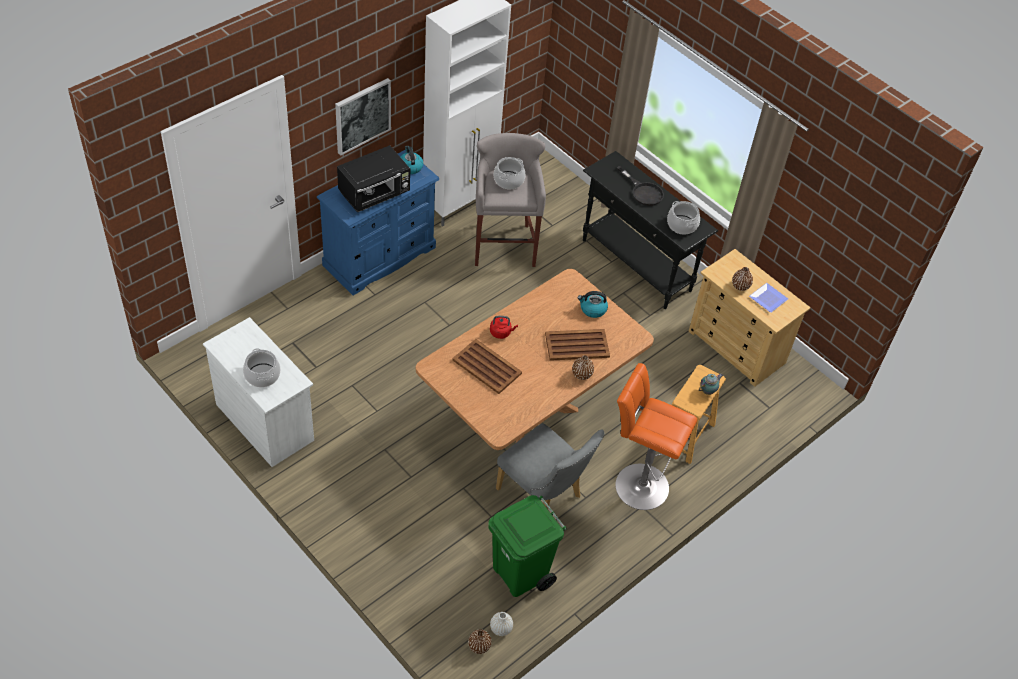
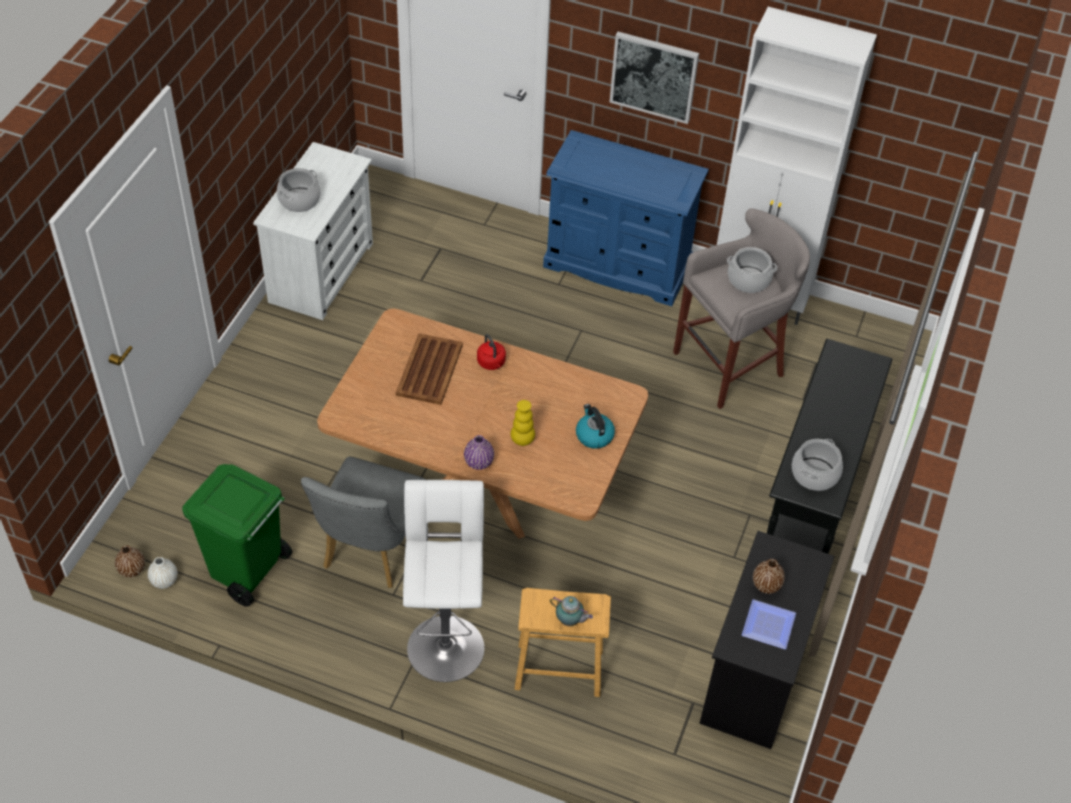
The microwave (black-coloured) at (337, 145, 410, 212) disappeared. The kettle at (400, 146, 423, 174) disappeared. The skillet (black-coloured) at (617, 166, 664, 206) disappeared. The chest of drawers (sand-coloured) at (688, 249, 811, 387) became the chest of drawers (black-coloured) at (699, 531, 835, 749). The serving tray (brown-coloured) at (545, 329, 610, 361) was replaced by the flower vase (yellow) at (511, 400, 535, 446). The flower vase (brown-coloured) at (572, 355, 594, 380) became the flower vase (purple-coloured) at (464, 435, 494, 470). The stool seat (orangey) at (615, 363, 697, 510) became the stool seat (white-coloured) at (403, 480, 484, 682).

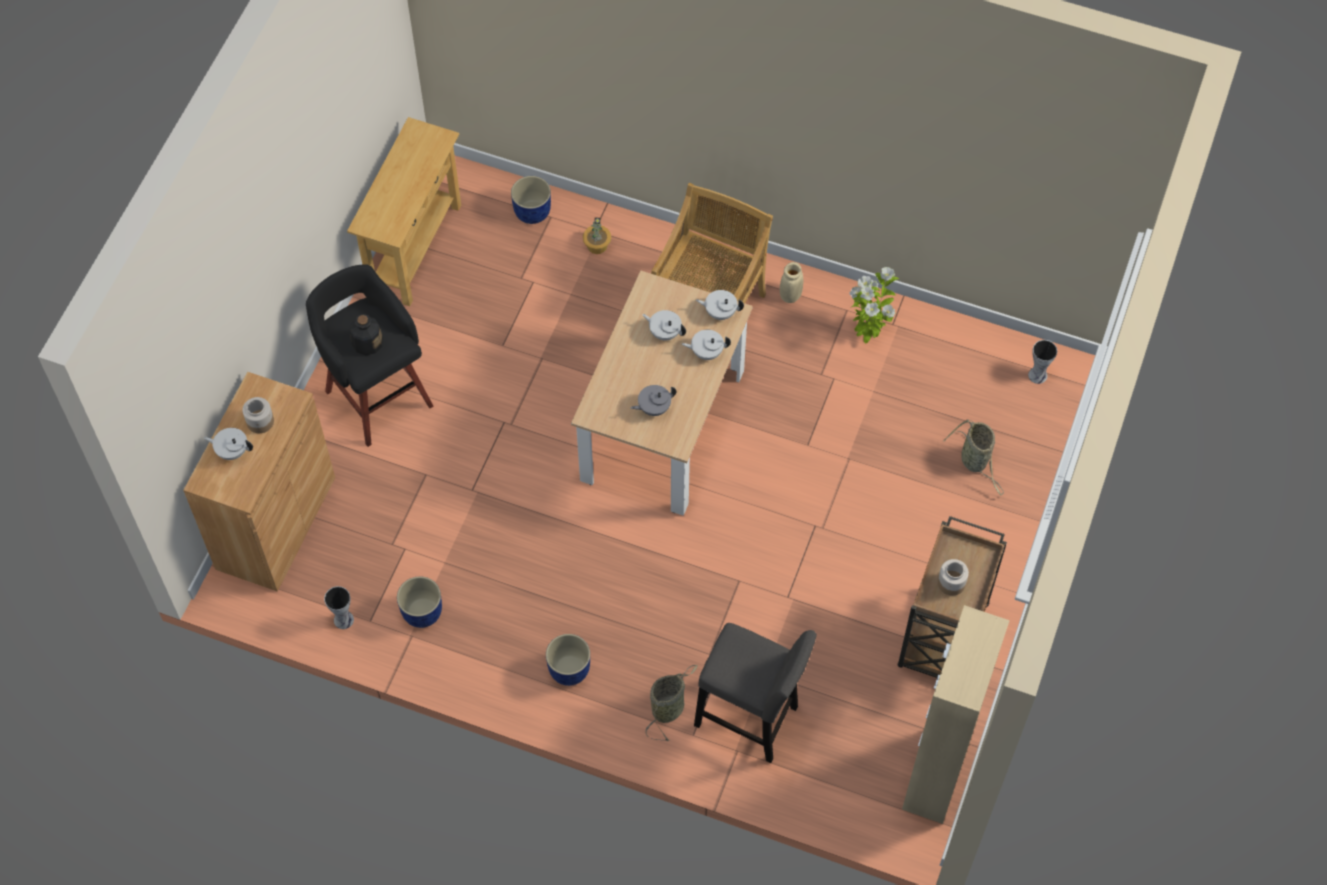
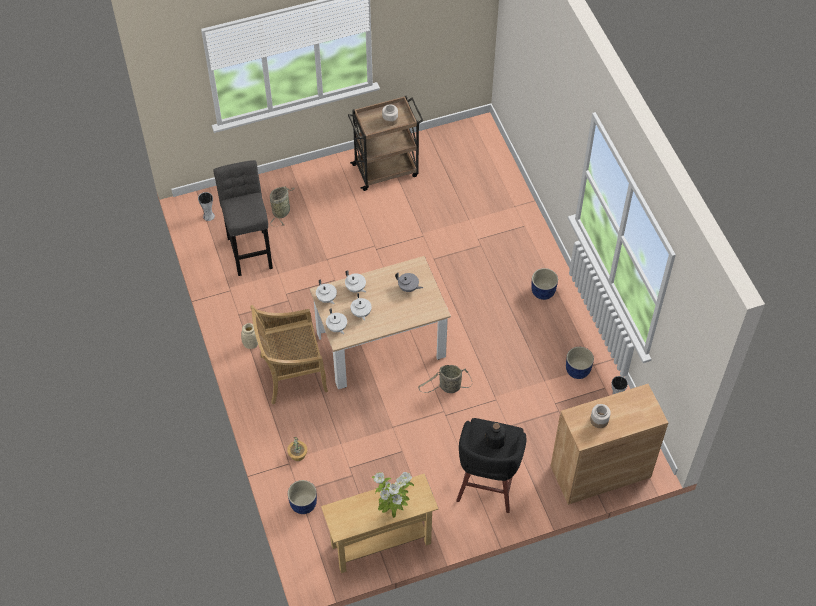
The plant in a pot moved from (849, 267, 899, 344) to (372, 472, 414, 518). The pot for tea (white-coloured) moved from (204, 428, 253, 460) to (326, 308, 347, 334). The cupboard (sand-coloured) at (902, 605, 1010, 824) disappeared. The stool seat (gray) moved from (694, 623, 817, 763) to (213, 160, 273, 276). The basket moved from (645, 665, 698, 741) to (418, 365, 472, 393).

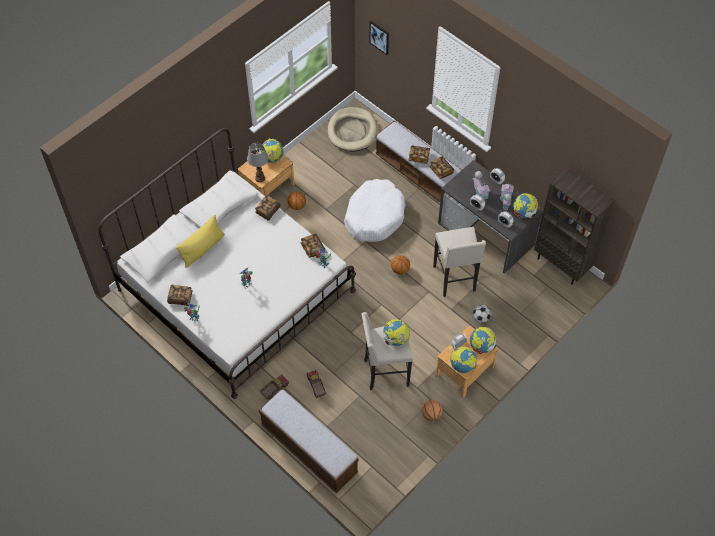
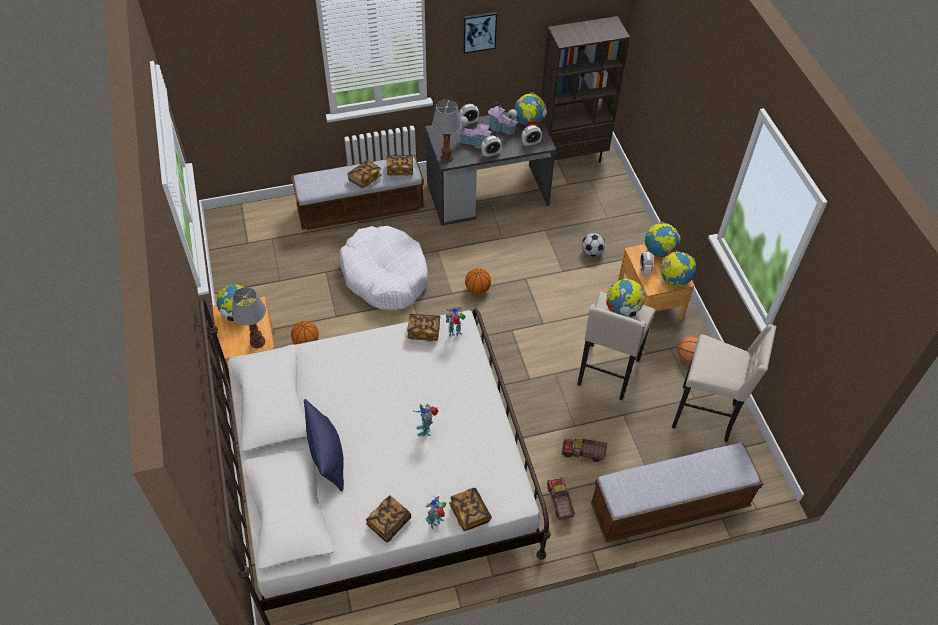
The picture moved from (369, 21, 389, 55) to (463, 12, 497, 53). The pet bed (sand-coloured) at (327, 107, 378, 152) disappeared. The book moved from (255, 195, 280, 221) to (449, 488, 492, 531). The throw pillow (yellow) at (176, 215, 225, 268) became the throw pillow (bluish) at (304, 399, 344, 492). The stool seat (sand-coloured) moved from (433, 227, 486, 297) to (672, 324, 776, 442). The tabletop lamp at (432, 100, 462, 163) appeared.

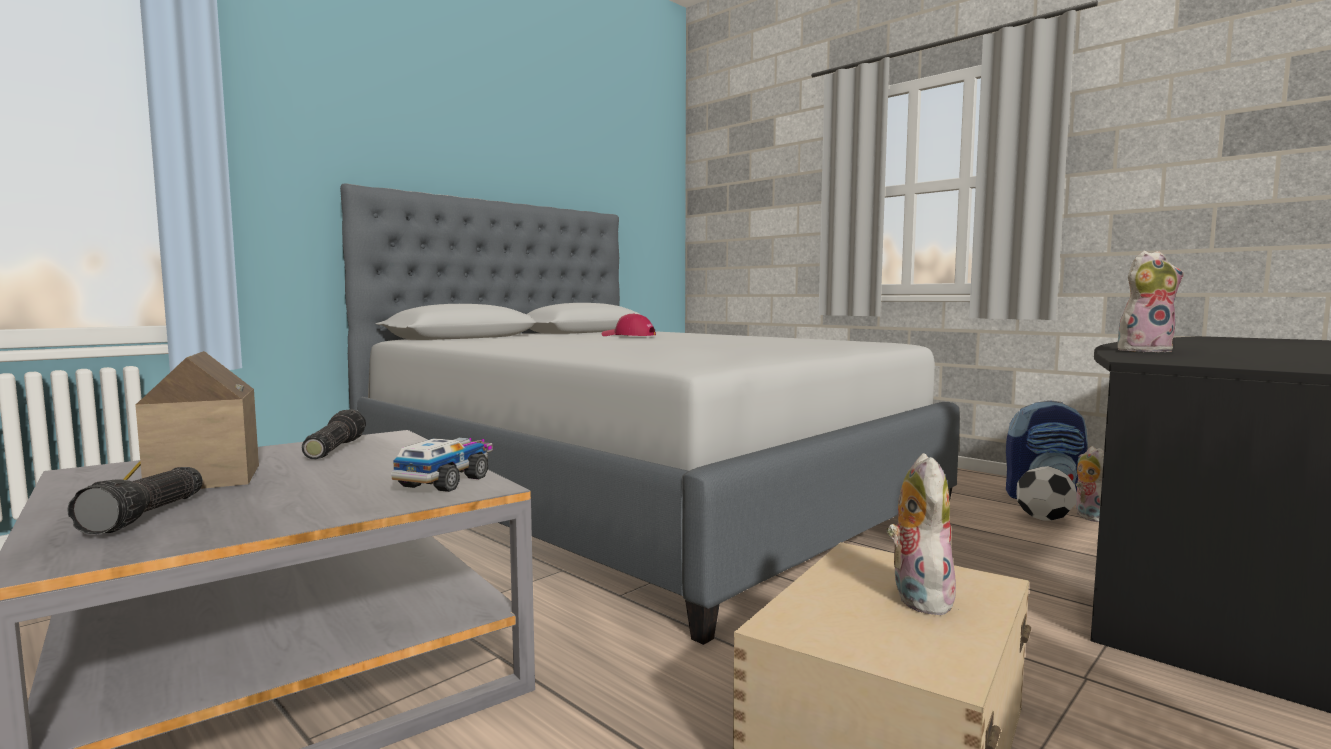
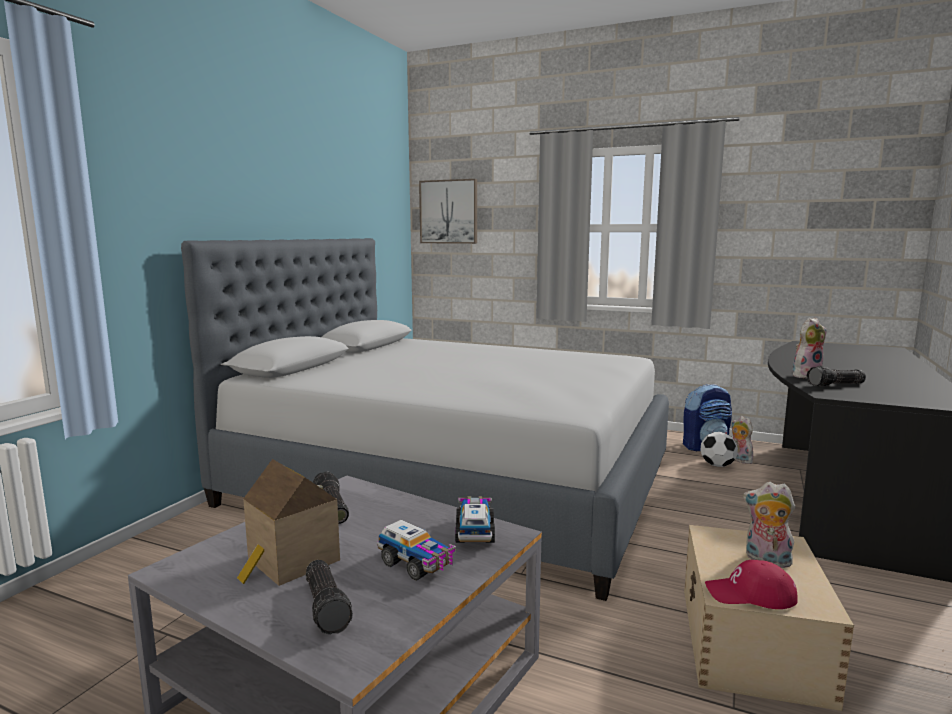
The peaked cap (reddish) moved from (602, 313, 656, 336) to (705, 560, 798, 609). The soft toy at (886, 453, 957, 615) turned 45 degrees counterclockwise. The picture at (419, 179, 477, 244) appeared. The torch at (807, 366, 866, 387) appeared. The model truck at (377, 520, 456, 581) appeared.

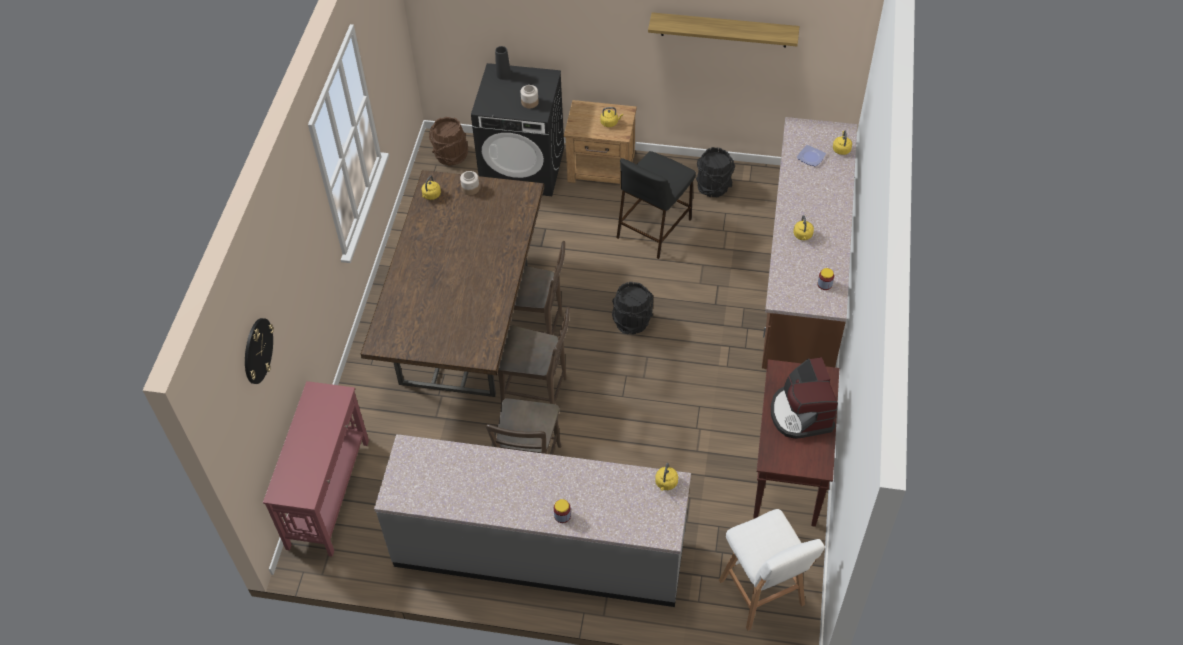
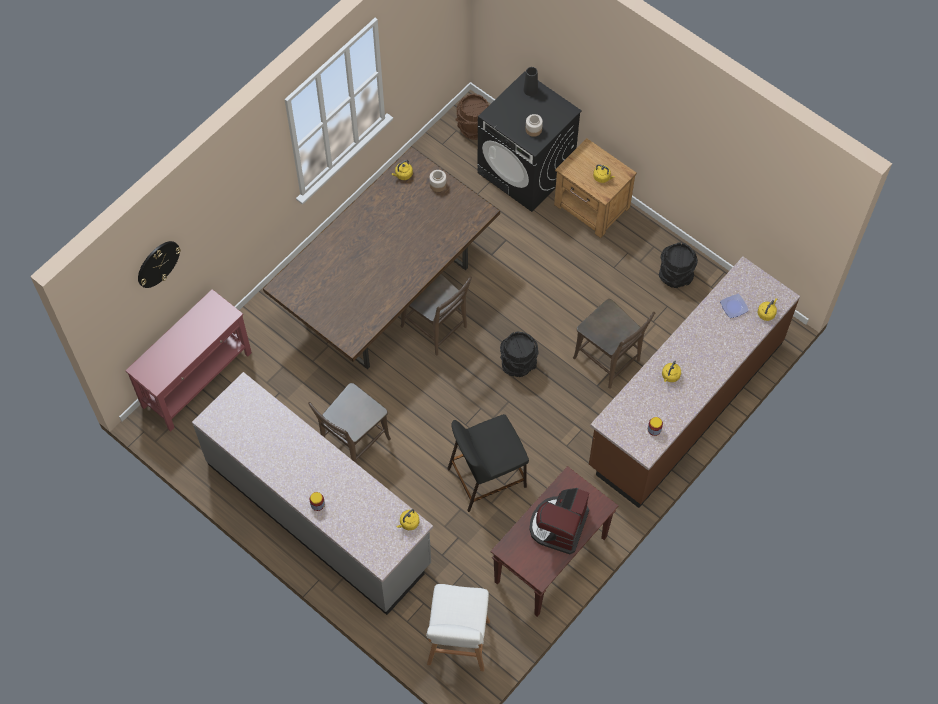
The bracket shelf at (648, 12, 800, 47) disappeared. The stool seat (black-coloured) moved from (617, 151, 696, 259) to (447, 414, 529, 512). The chair (brown-coloured) moved from (498, 307, 570, 409) to (573, 299, 655, 389).

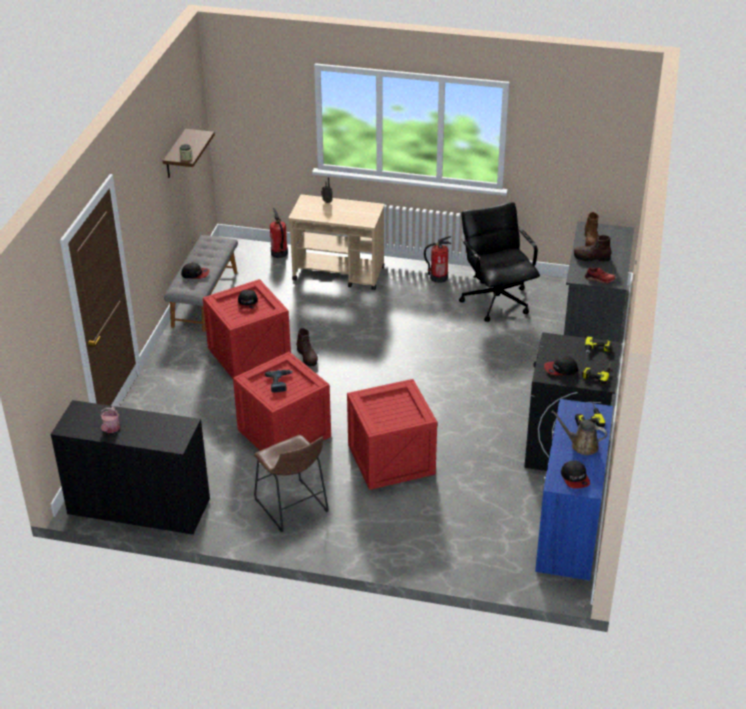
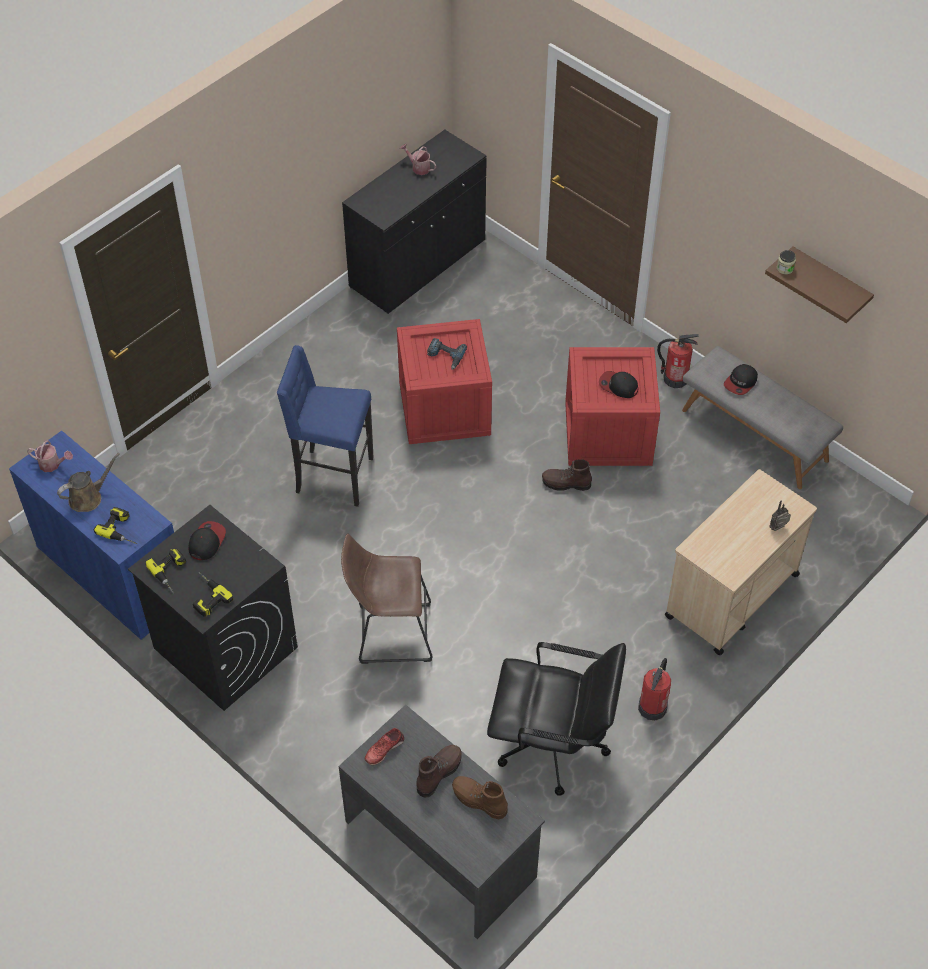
The fire extinguisher moved from (270, 208, 288, 258) to (657, 334, 699, 388). The packing crate at (347, 379, 437, 490) was replaced by the stool seat (bluish) at (277, 345, 374, 507). The stool seat (brown-coloured) moved from (254, 435, 329, 532) to (341, 533, 433, 664). The peaked cap at (561, 461, 590, 488) was replaced by the sprinkling can at (27, 440, 73, 472).

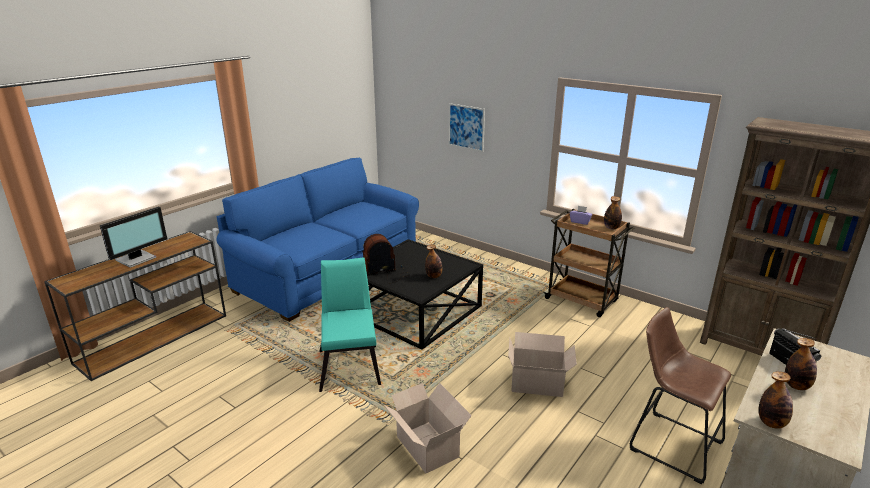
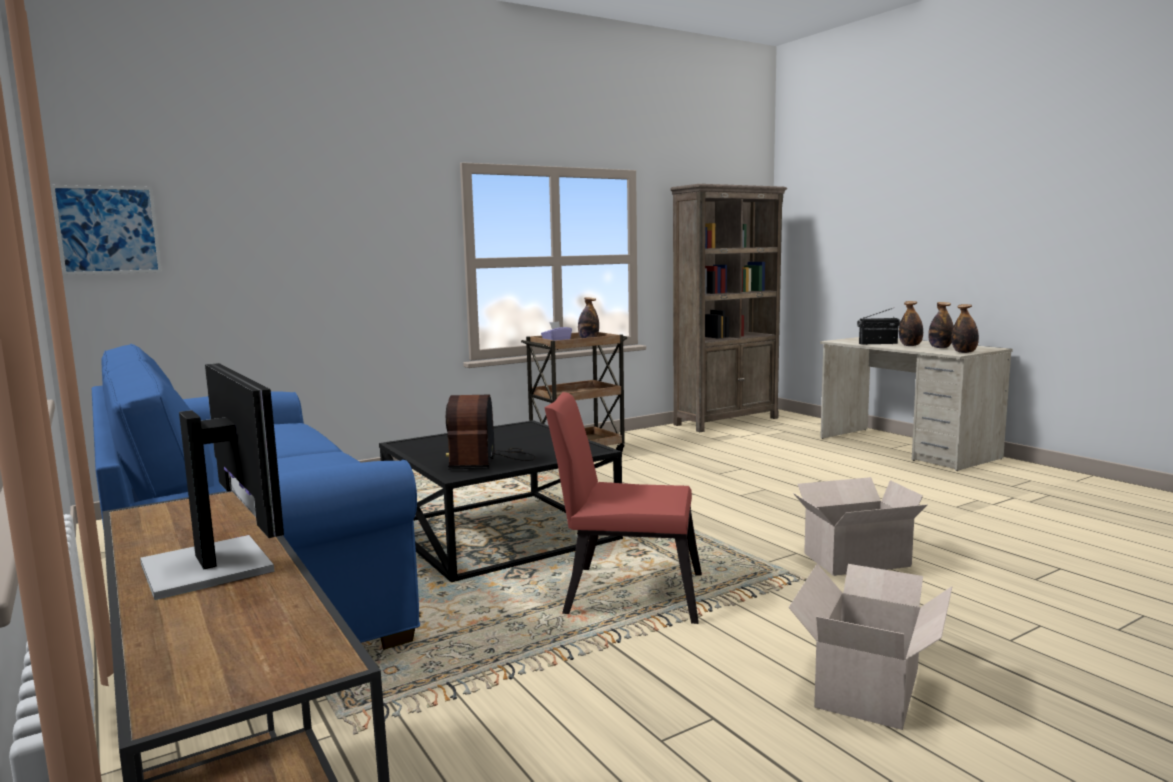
The picture moved from (449, 103, 485, 152) to (51, 185, 162, 275). The beverage bottle moved from (425, 244, 442, 278) to (928, 302, 954, 348). The chair (blue-green) at (319, 257, 381, 392) became the chair (reddish) at (544, 392, 702, 624). The stool seat (brown-coloured) at (630, 307, 731, 484) disappeared. The cardboard box moved from (508, 332, 577, 397) to (788, 564, 952, 730).

